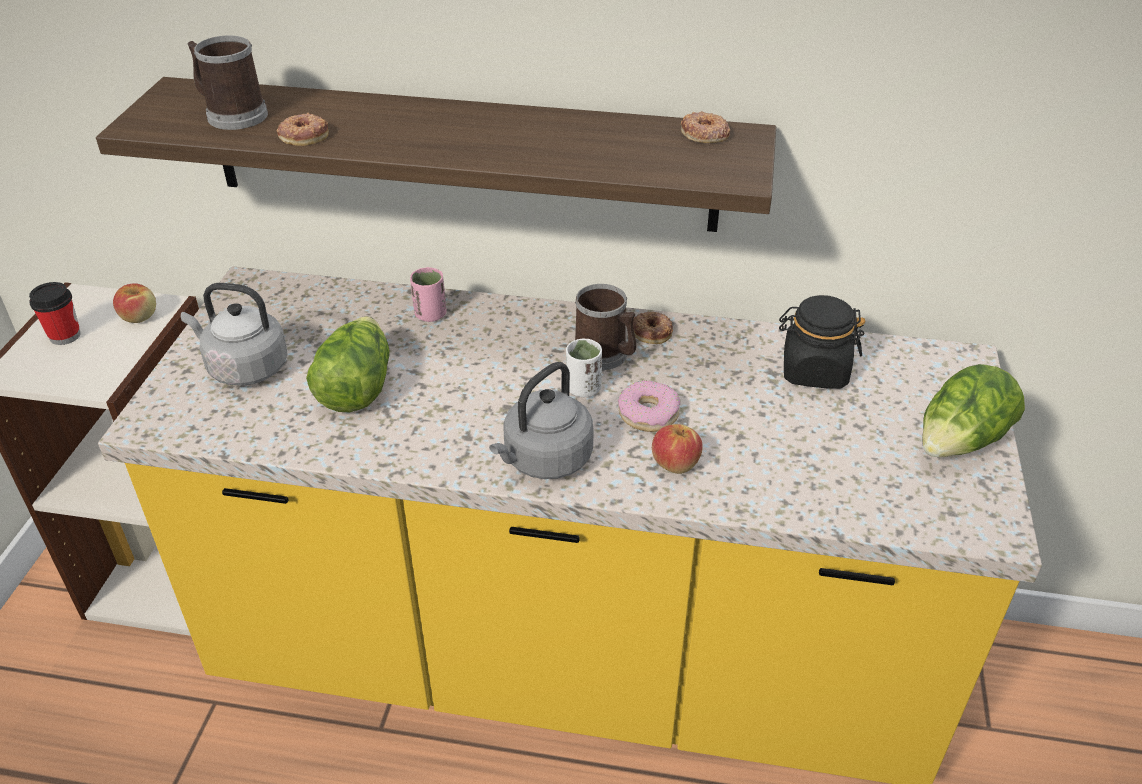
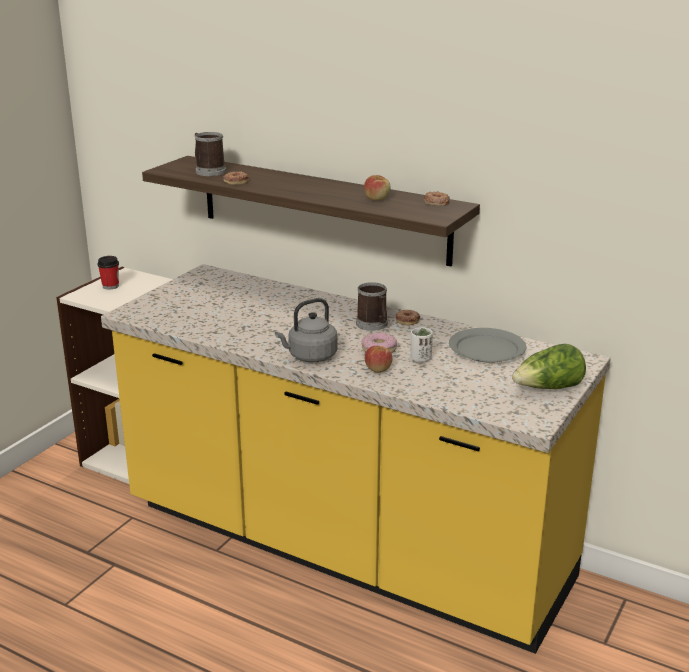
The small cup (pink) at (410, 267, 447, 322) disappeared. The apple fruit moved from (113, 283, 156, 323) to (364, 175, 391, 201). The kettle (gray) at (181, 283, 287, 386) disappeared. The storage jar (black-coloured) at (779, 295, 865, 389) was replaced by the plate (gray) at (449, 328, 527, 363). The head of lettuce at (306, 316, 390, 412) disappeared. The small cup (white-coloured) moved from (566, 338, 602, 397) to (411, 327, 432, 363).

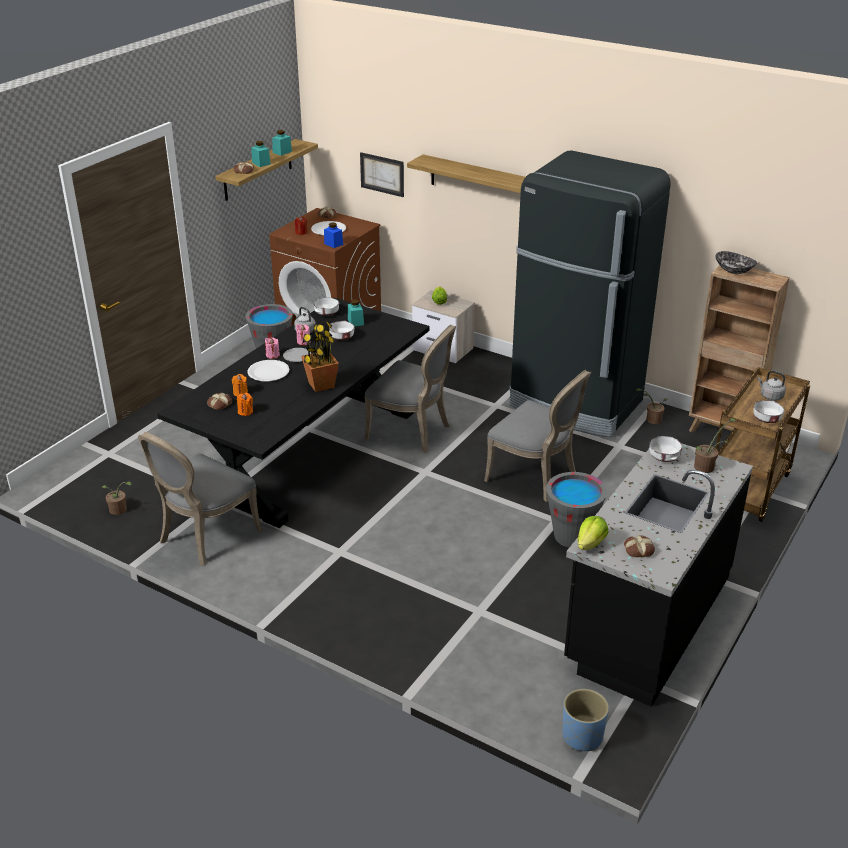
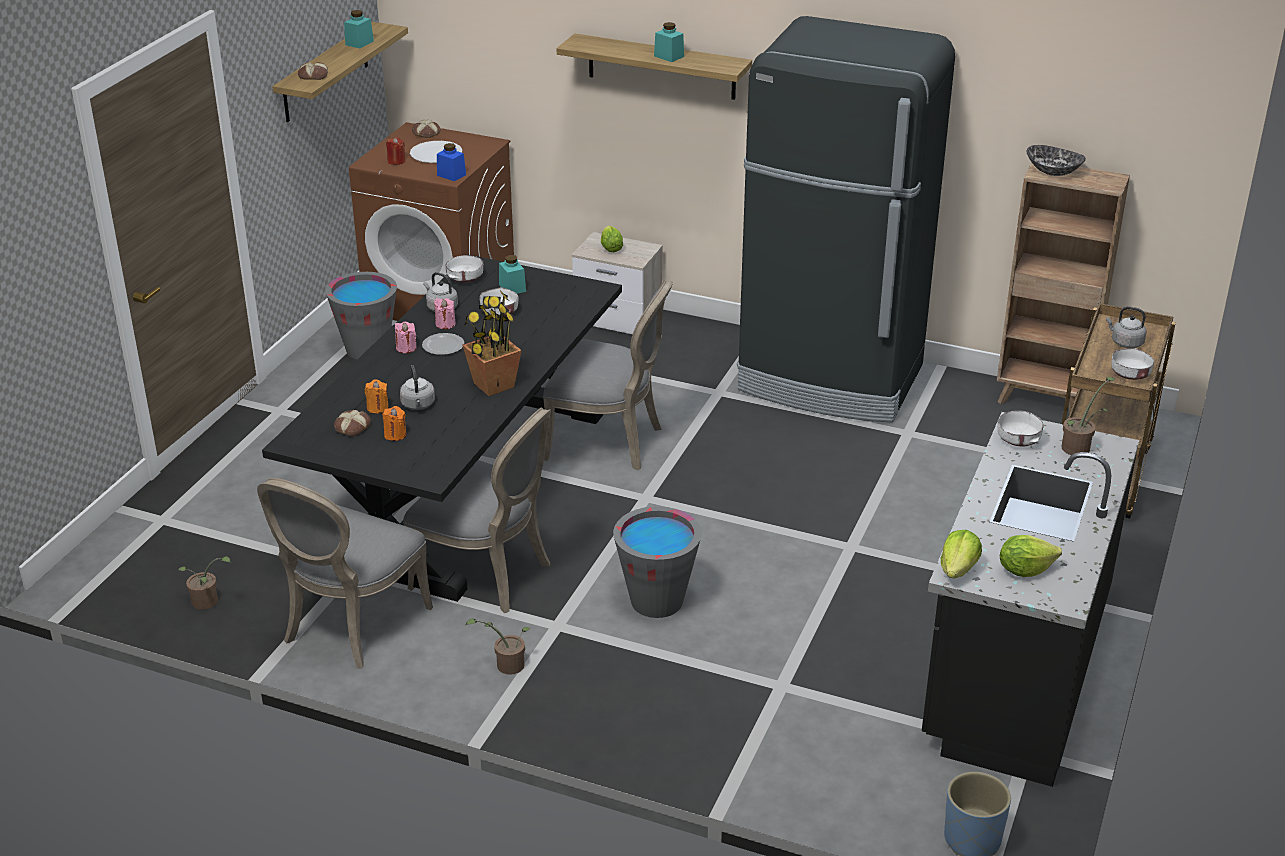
The storage jar (blue-green) moved from (251, 141, 271, 167) to (654, 22, 684, 62). The picture at (360, 152, 404, 197) disappeared. The plate (white-coloured) at (247, 360, 290, 381) disappeared. The chair (gray) moved from (484, 370, 591, 502) to (403, 408, 551, 613). The plant in a pot moved from (635, 388, 668, 424) to (466, 618, 530, 675). The water bucket (gray) moved from (546, 472, 607, 547) to (613, 506, 702, 618). The bread at (624, 535, 655, 557) was replaced by the head of lettuce at (1000, 535, 1062, 577). The kettle (gray) at (400, 365, 435, 410) appeared.

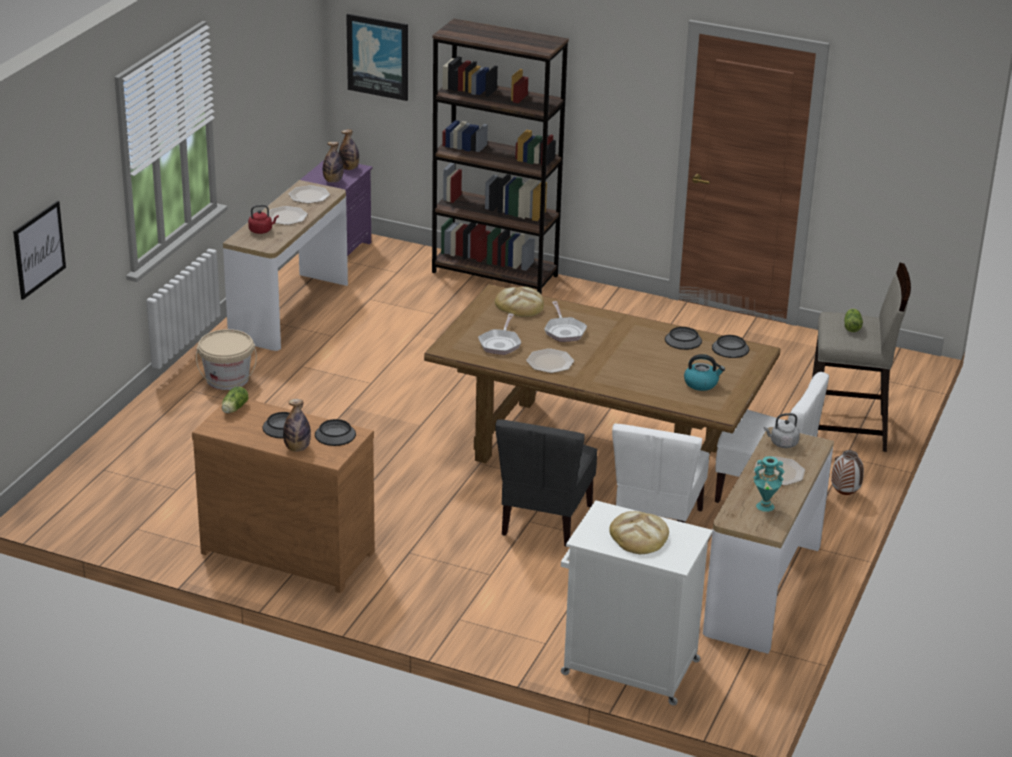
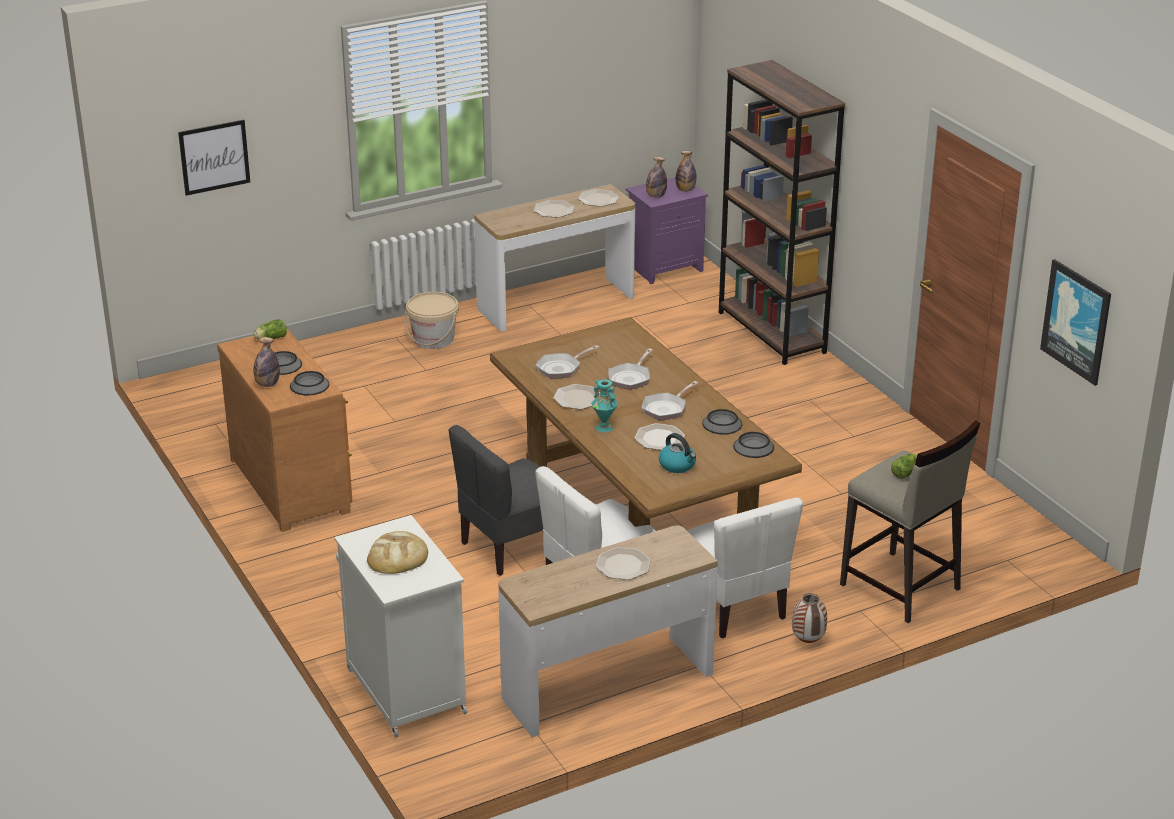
The picture moved from (346, 14, 408, 101) to (1040, 259, 1111, 386). The kettle (reddish) at (248, 205, 279, 234) disappeared. The bread at (495, 287, 544, 317) disappeared. The kettle (gray) at (764, 413, 800, 448) disappeared. The flower vase (blue-green) moved from (753, 456, 785, 512) to (591, 379, 618, 432). The skillet at (642, 381, 698, 420) appeared. The plate at (635, 423, 685, 450) appeared.

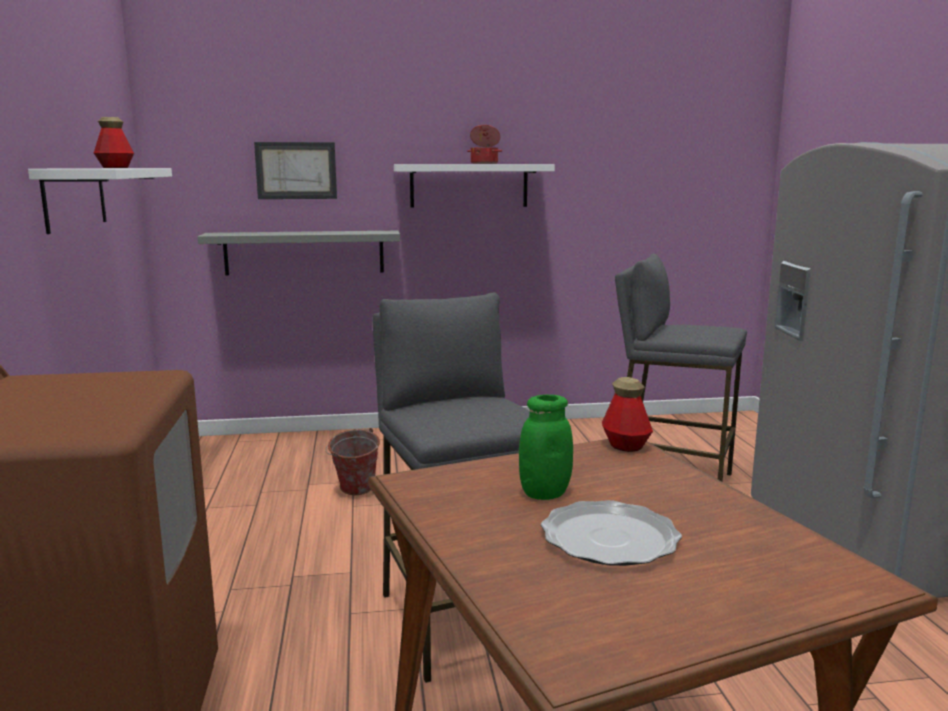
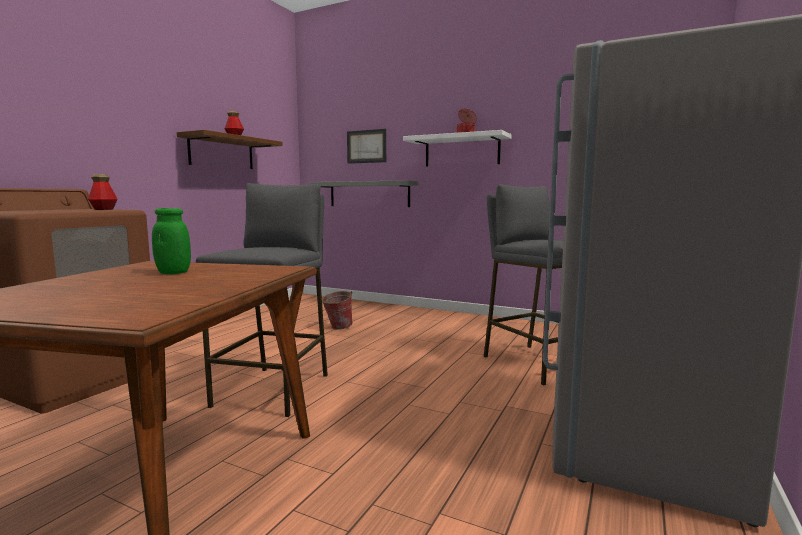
The bracket shelf (white-coloured) at (28, 168, 172, 234) became the bracket shelf (brown-coloured) at (177, 130, 283, 169). The beverage bottle moved from (602, 377, 653, 452) to (88, 174, 118, 210). The plate at (541, 500, 682, 566) disappeared.

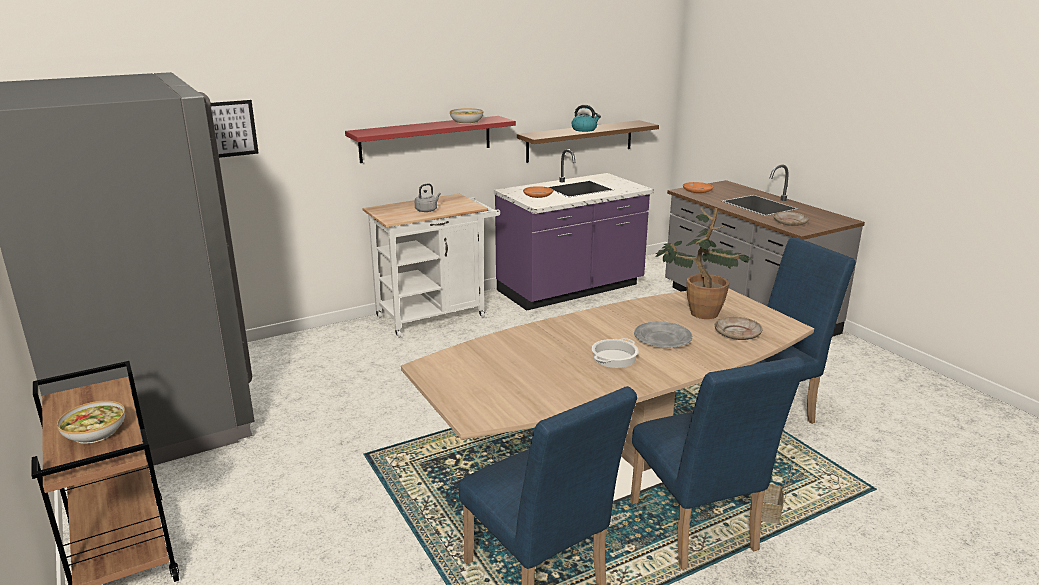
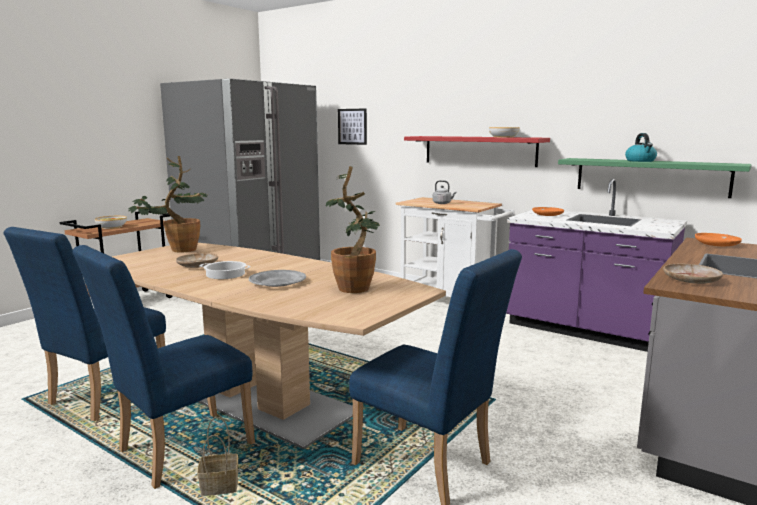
The bracket shelf (brown-coloured) at (517, 120, 659, 163) became the bracket shelf (greenish) at (558, 158, 752, 198). The plate (sand-coloured) moved from (715, 317, 762, 340) to (176, 253, 218, 268). The plant in a pot at (129, 156, 208, 252) appeared.

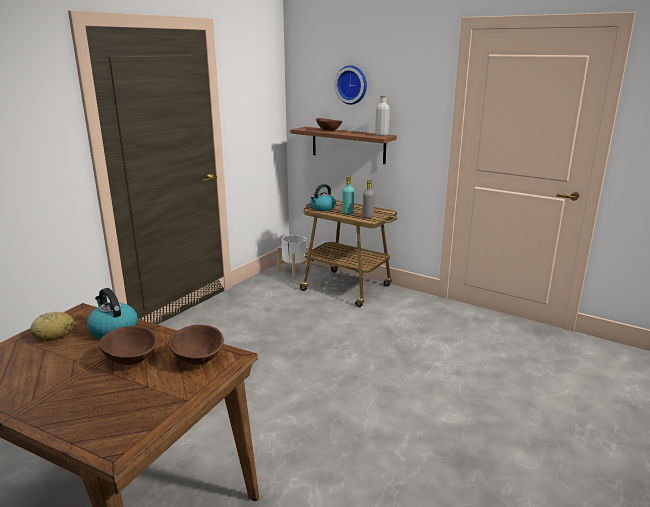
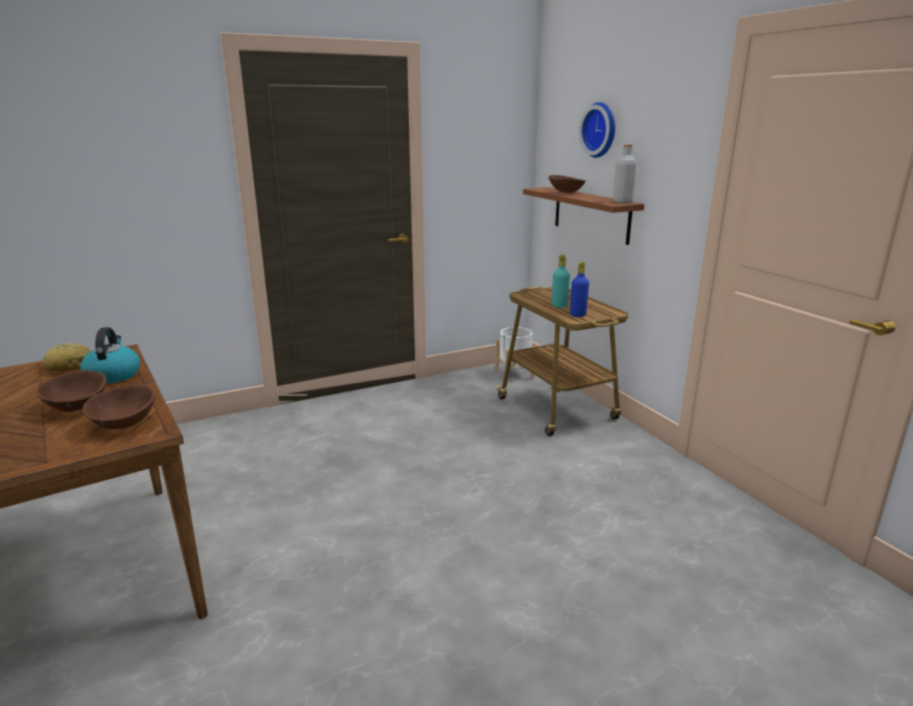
The beverage bottle (gray) at (363, 179, 375, 219) became the beverage bottle (bluish) at (570, 262, 589, 317). The kettle at (310, 184, 336, 211) disappeared.

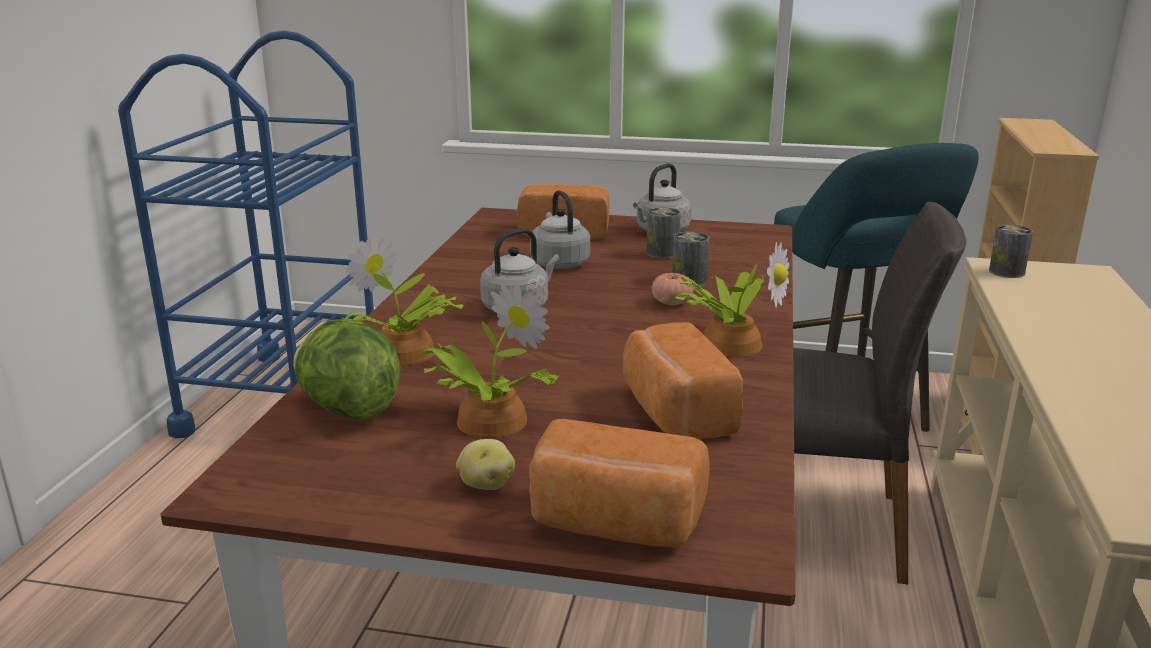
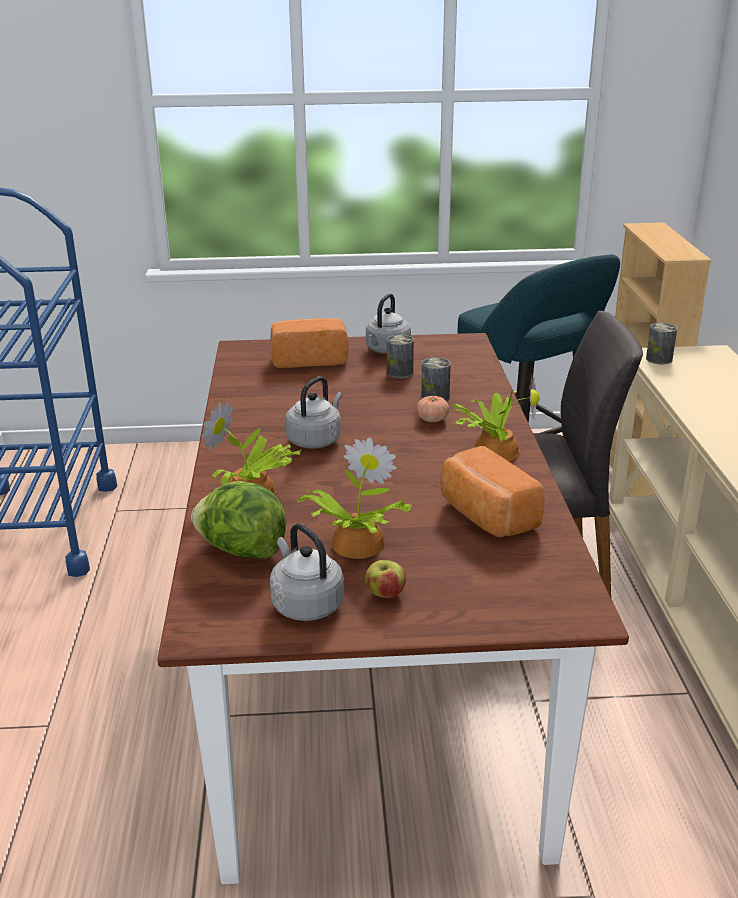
The kettle (gray) moved from (530, 190, 590, 269) to (270, 523, 344, 621). The bread at (529, 419, 710, 547) disappeared. The whole potato at (456, 439, 515, 490) was replaced by the apple fruit at (365, 560, 406, 598).

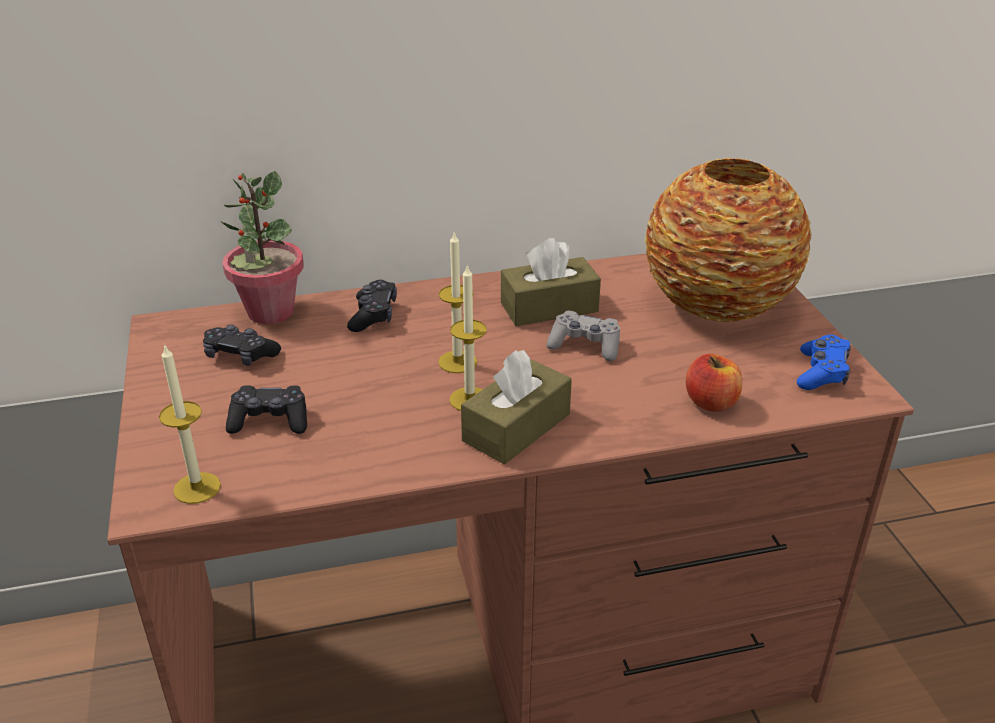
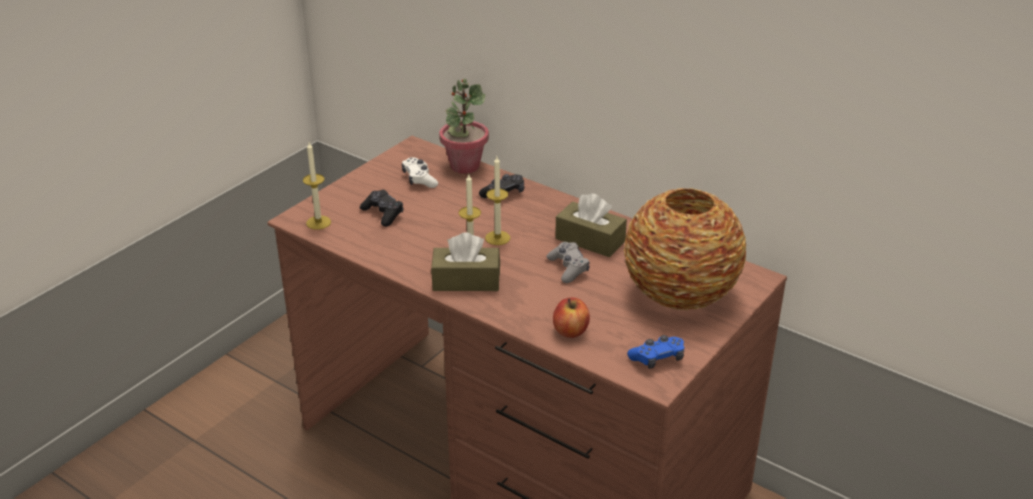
The game controller (black-coloured) at (203, 325, 281, 366) became the game controller (white-coloured) at (402, 157, 438, 188).

